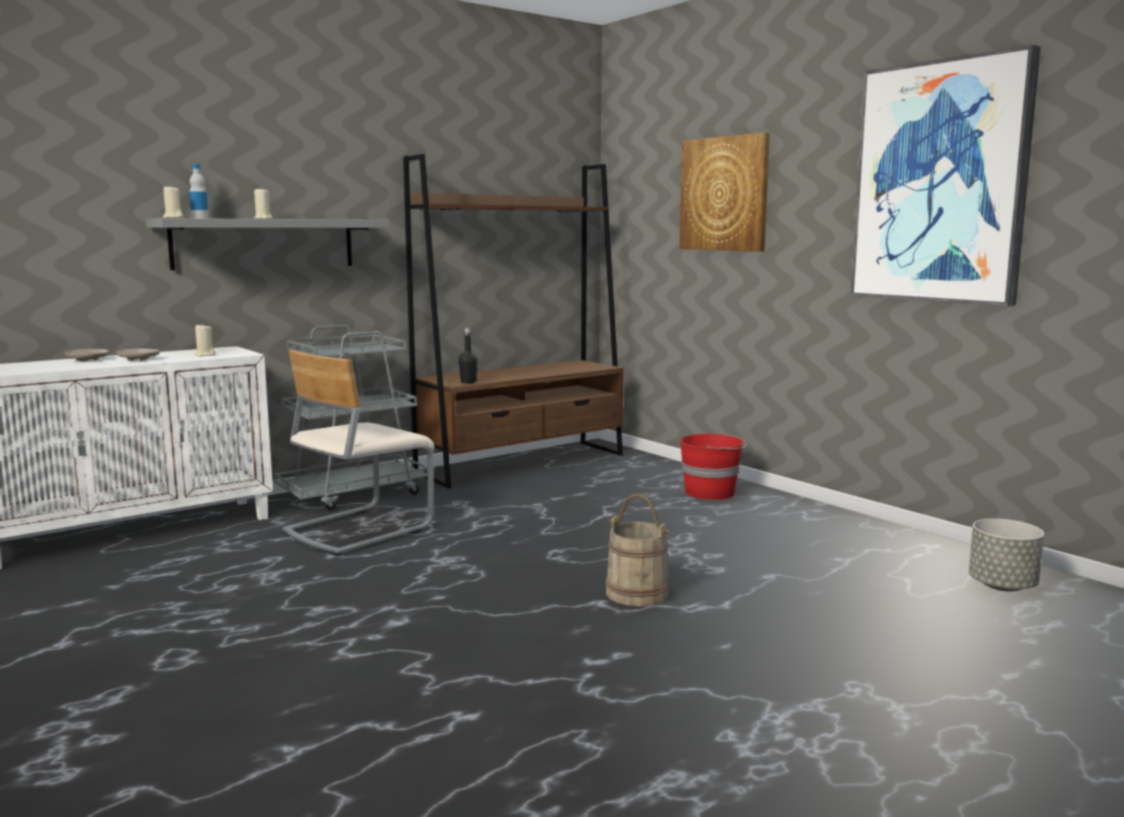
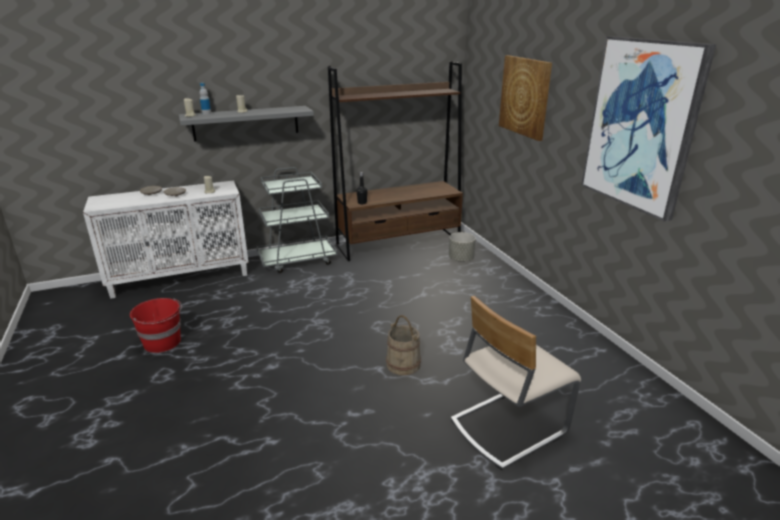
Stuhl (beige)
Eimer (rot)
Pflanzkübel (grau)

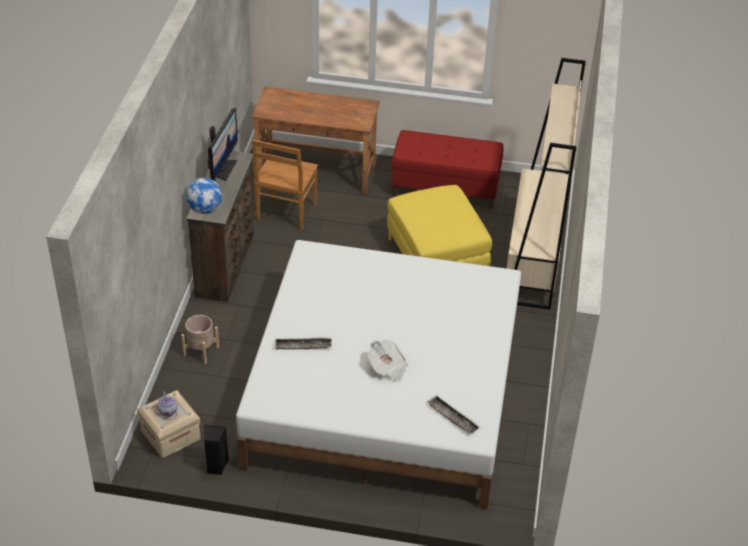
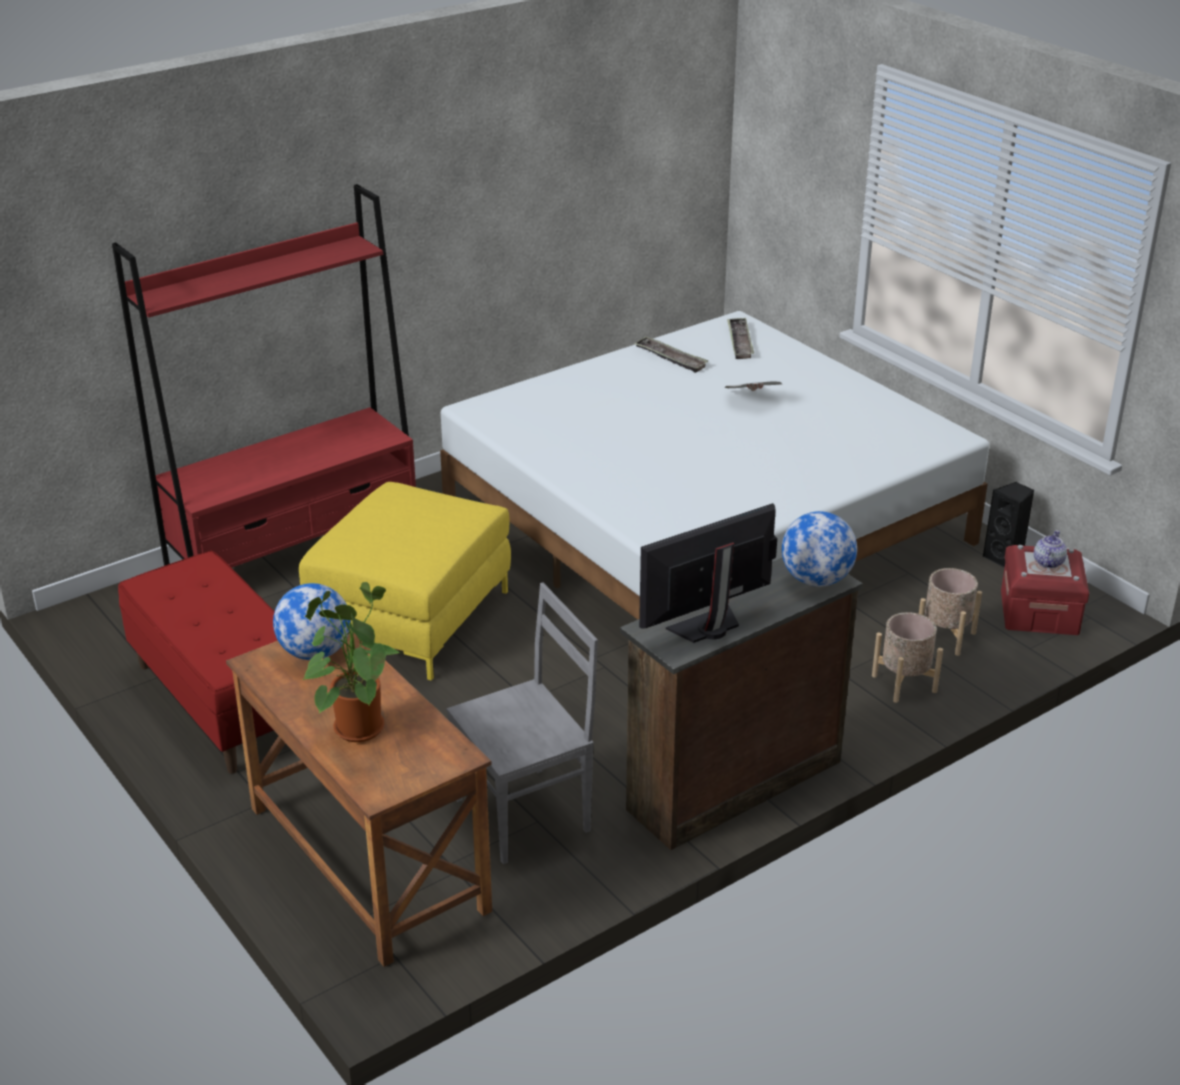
Bücherregal (rot)
Stuhl (grau)
Tablett (1st from left)
Aufbewahrungsbox (rot)
Pflanzkübel (beige) (2nd from left)
Topfpflanze
Globus (1st from left)

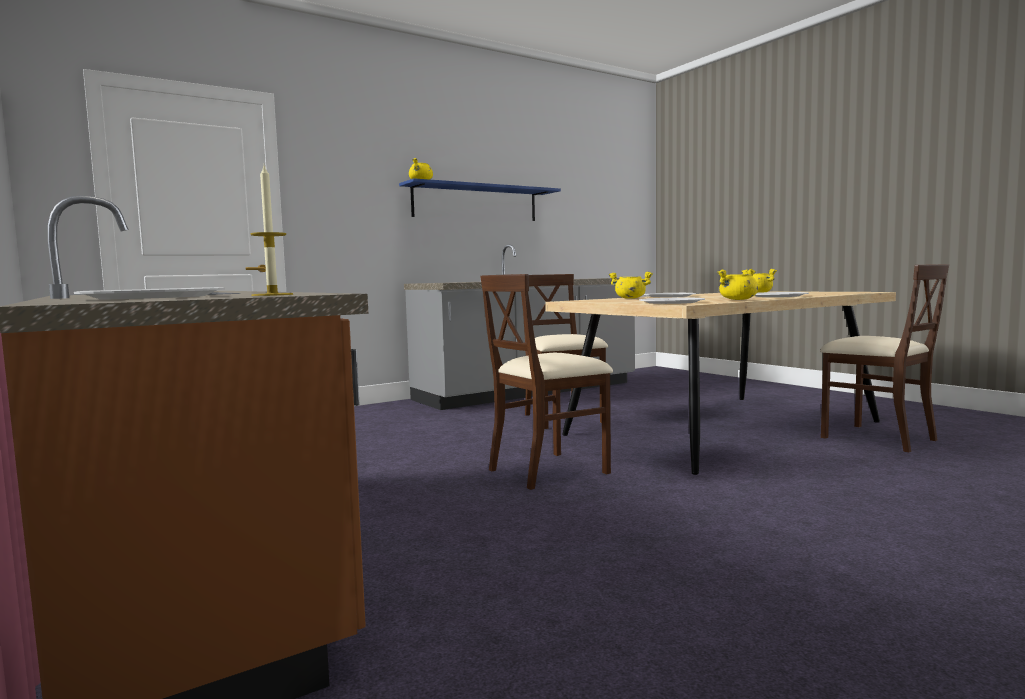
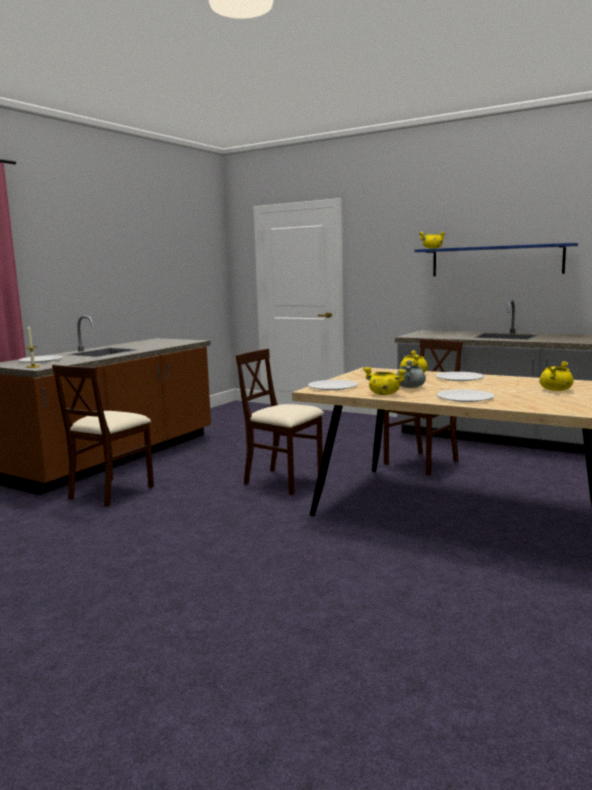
Stuhl (beige) (1st from left)
Kochtopf (grau)

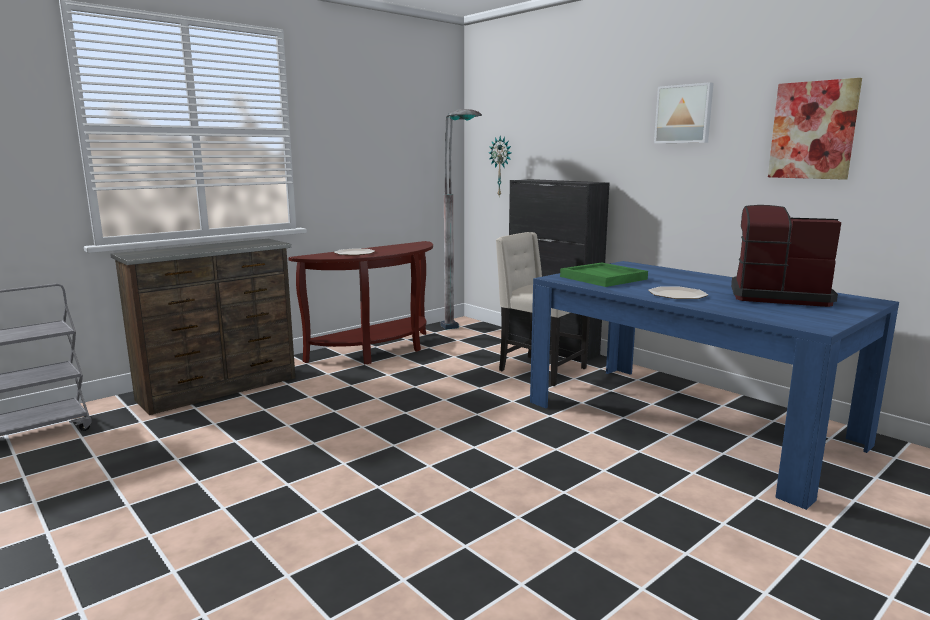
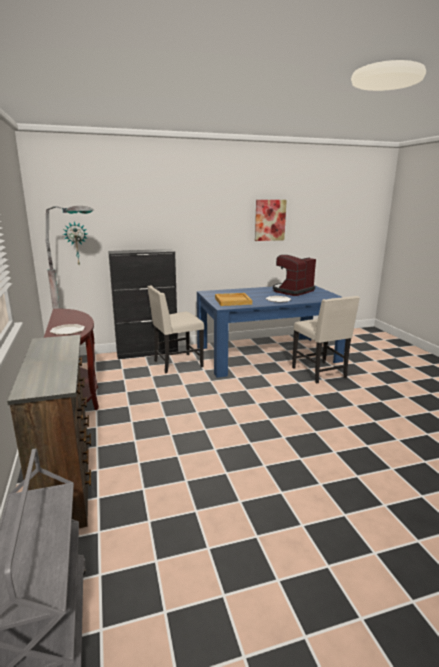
Bild (1st from left in the first image)
Tablett (beige)
Stuhl (beige) (2nd from left)

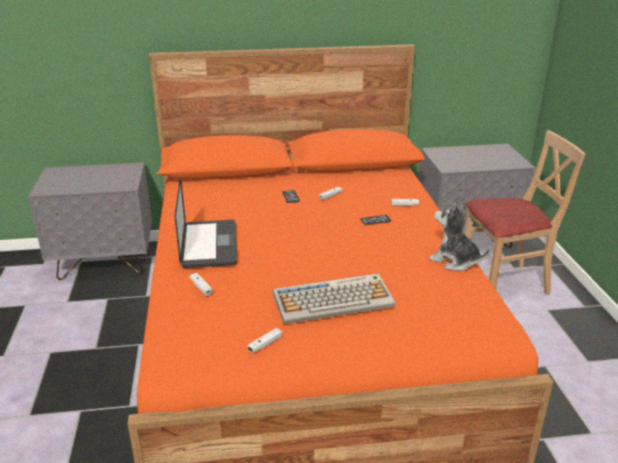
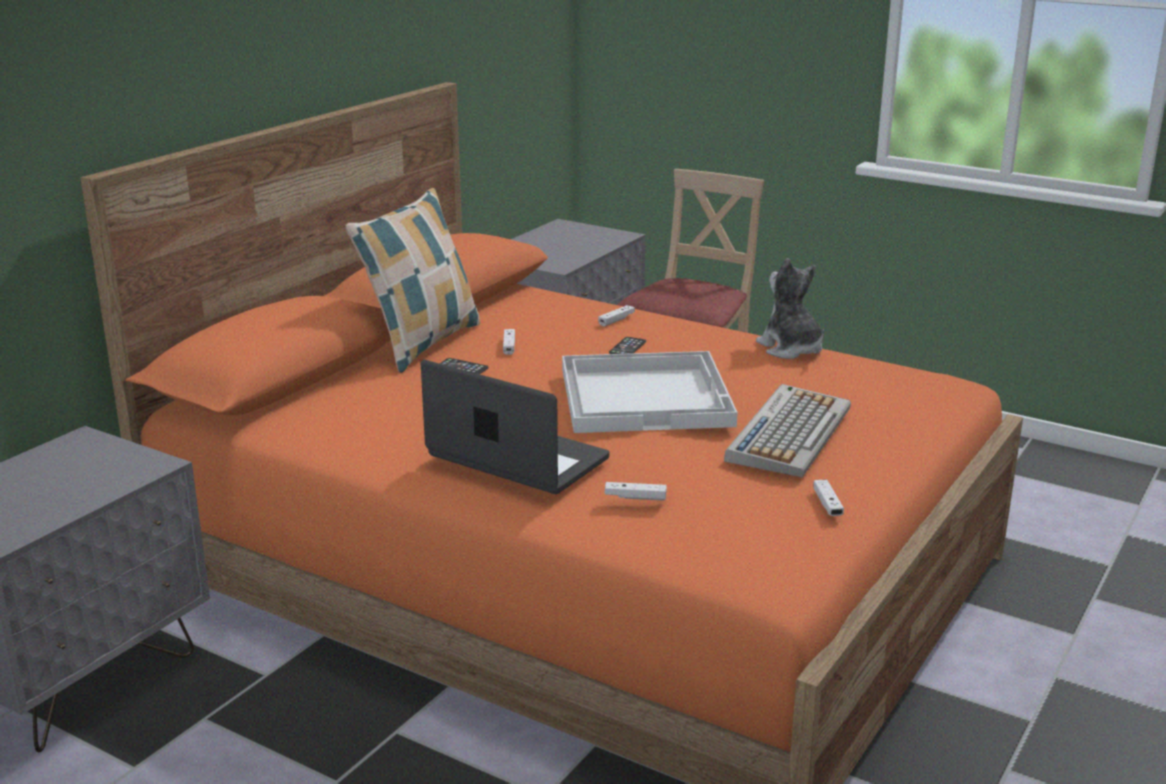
Plüschtier
Kissen
Tablett (weiß)

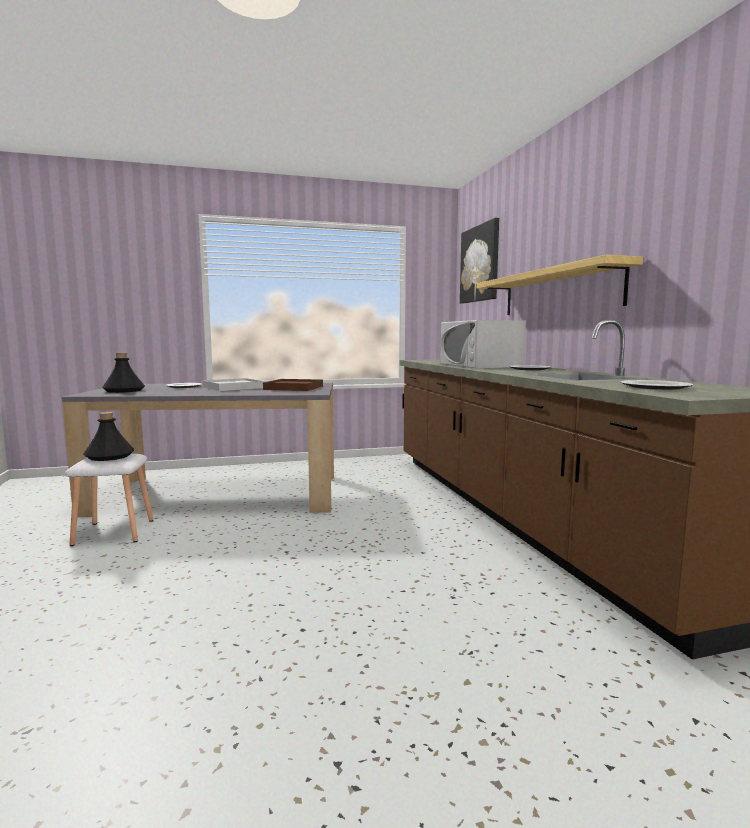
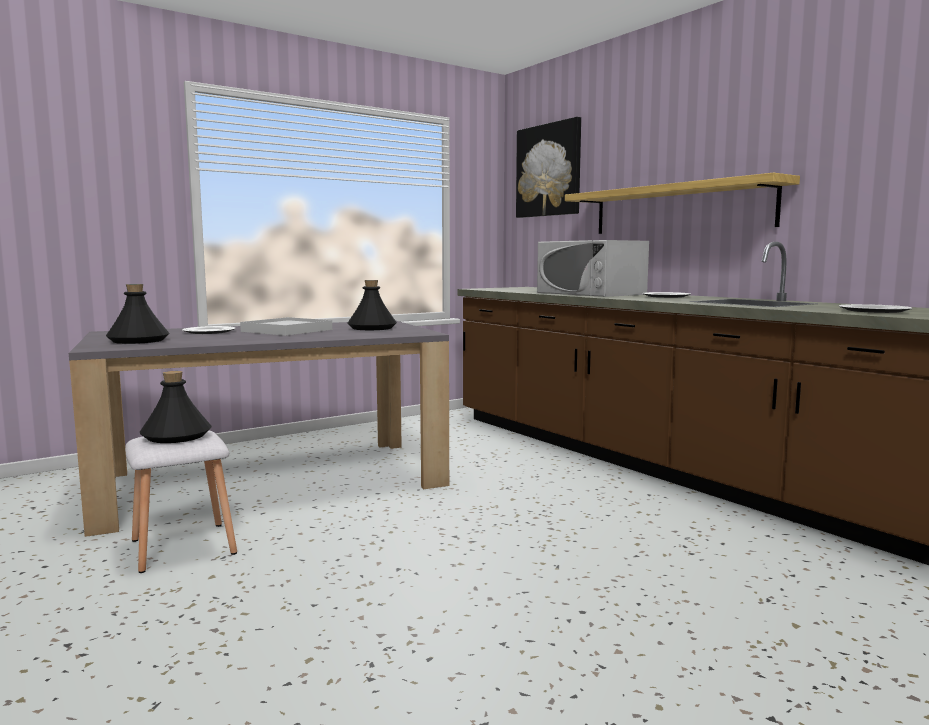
Flasche (schwarz) (3rd from left)

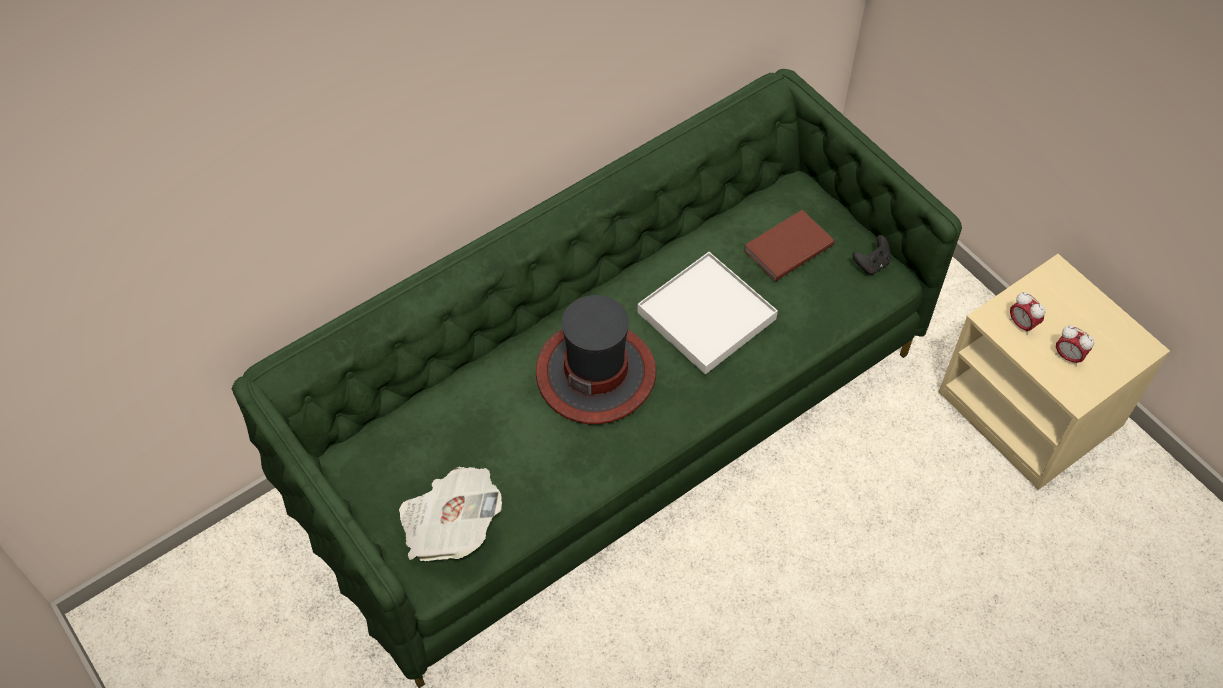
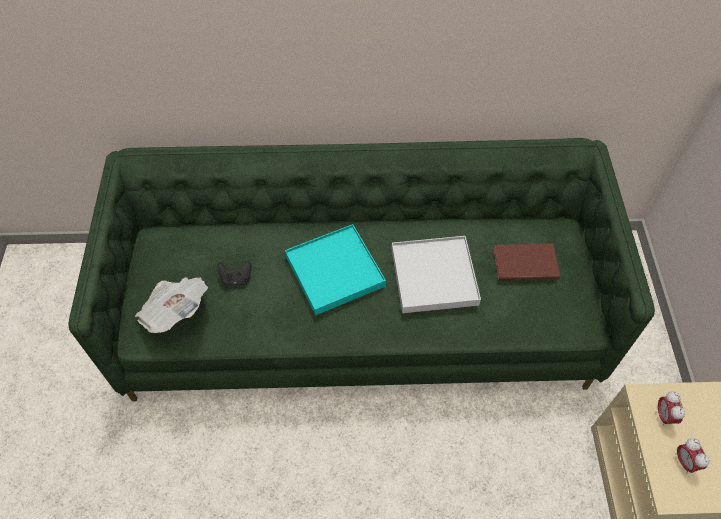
Gamepad (schwarz)
Tablett (türkis)

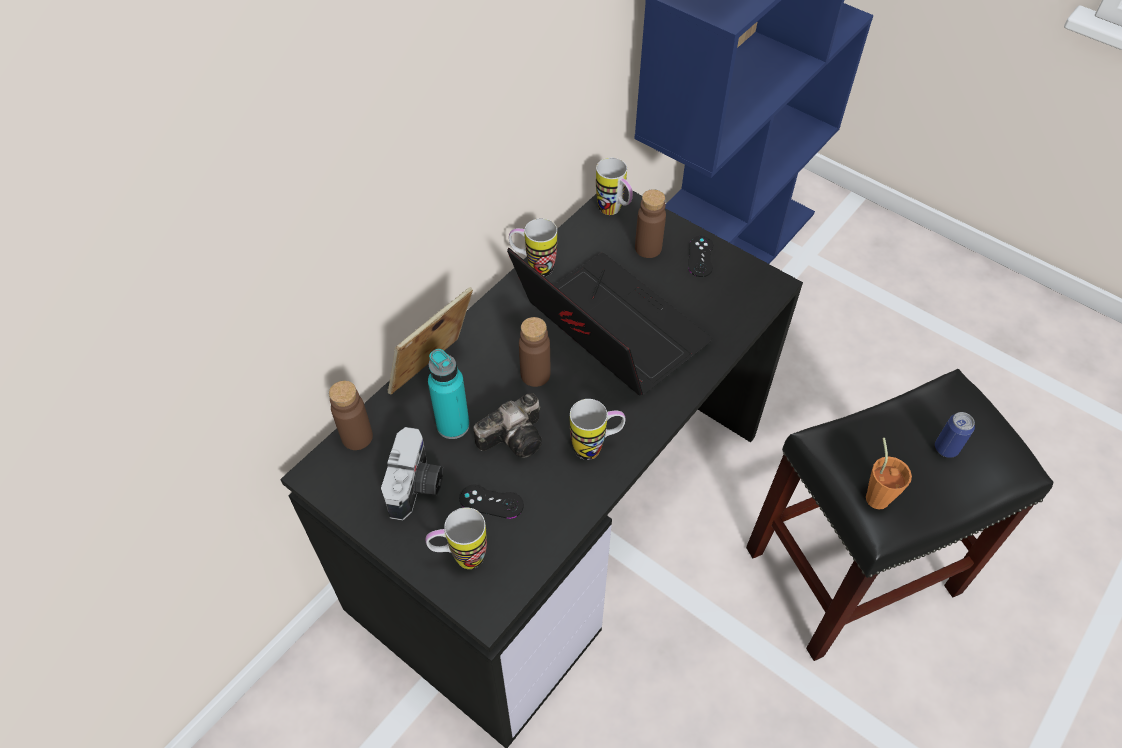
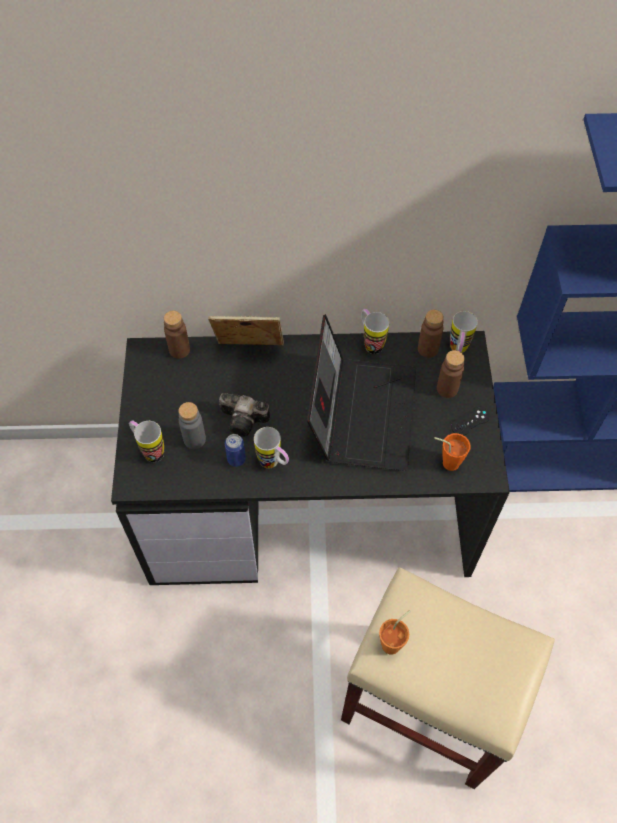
Flasche (braun) (2nd from left)
Flasche (türkis)
Hocker (beige)
Dose
Kamera (1st from left in the first image)
Flasche (grau)
Tasse (orange) (2nd from left)

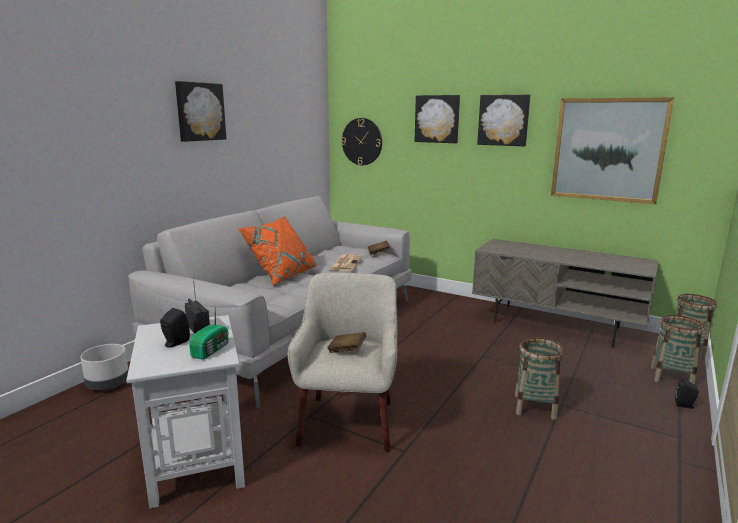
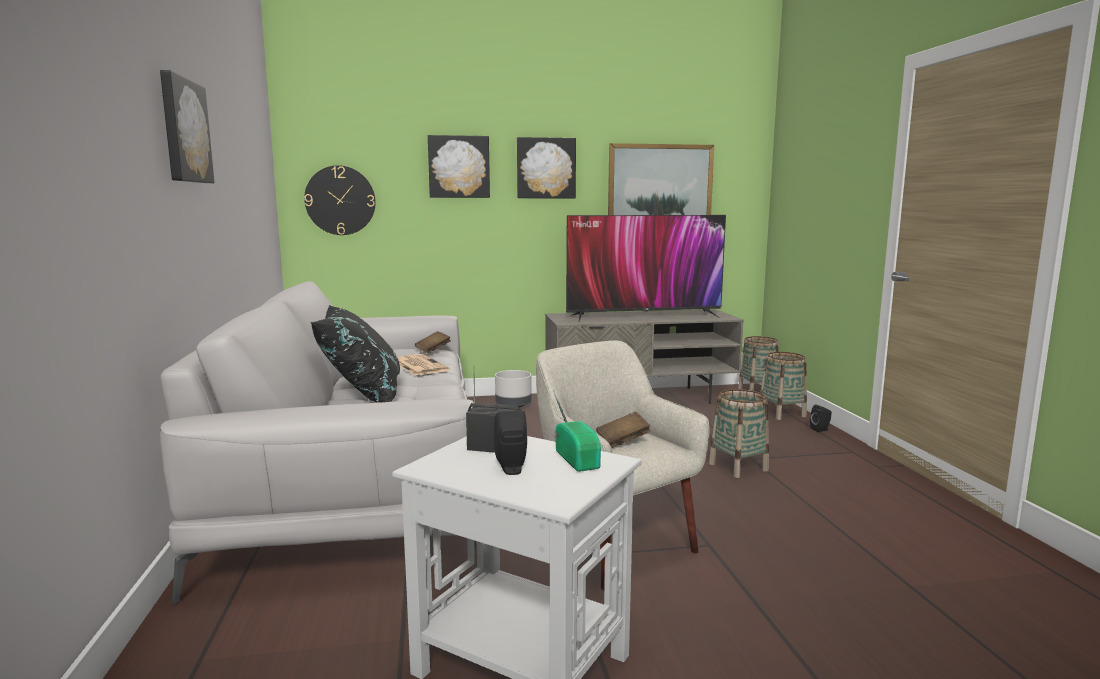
Kissen (schwarz)
Pflanzkübel (grau)
Fernseher

